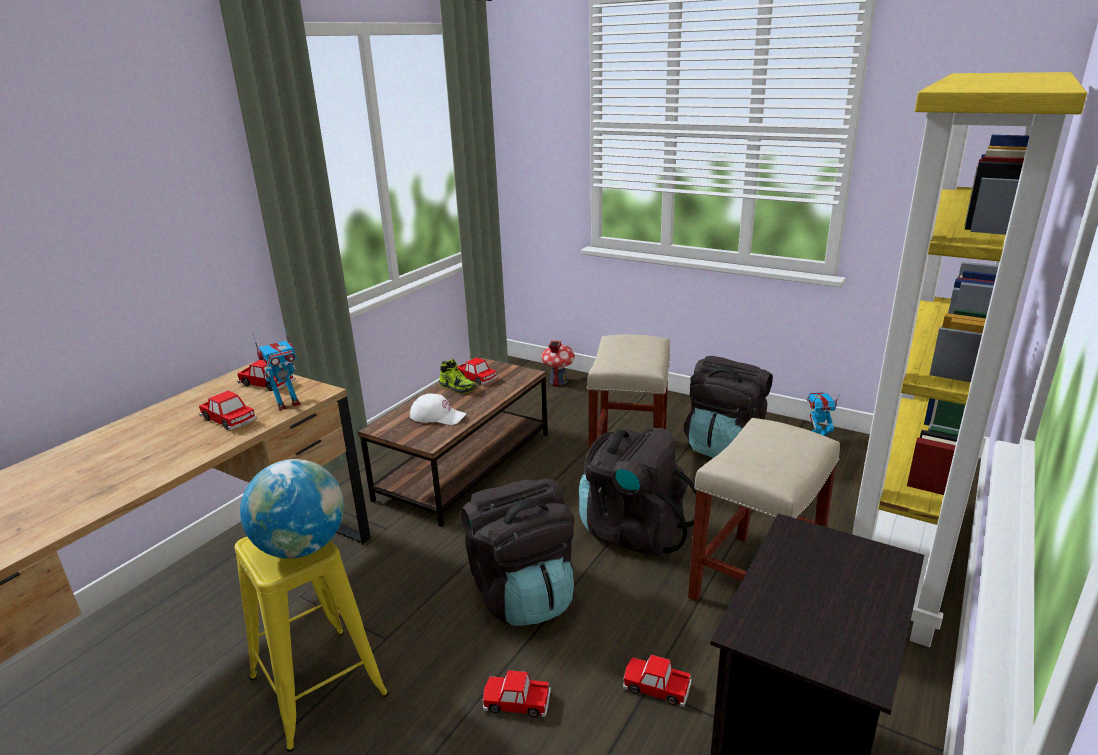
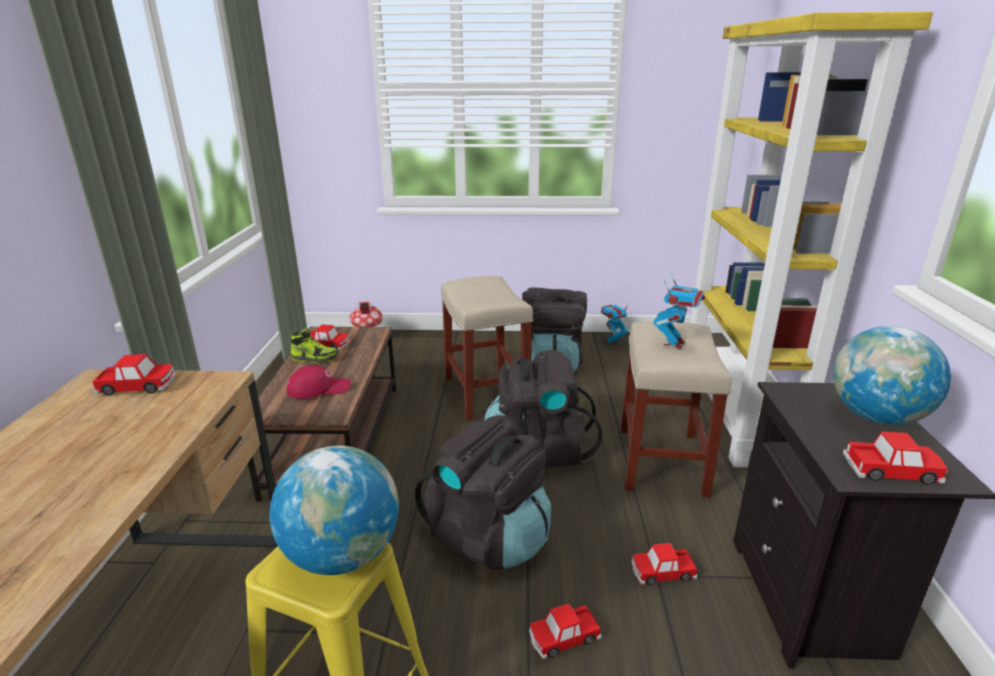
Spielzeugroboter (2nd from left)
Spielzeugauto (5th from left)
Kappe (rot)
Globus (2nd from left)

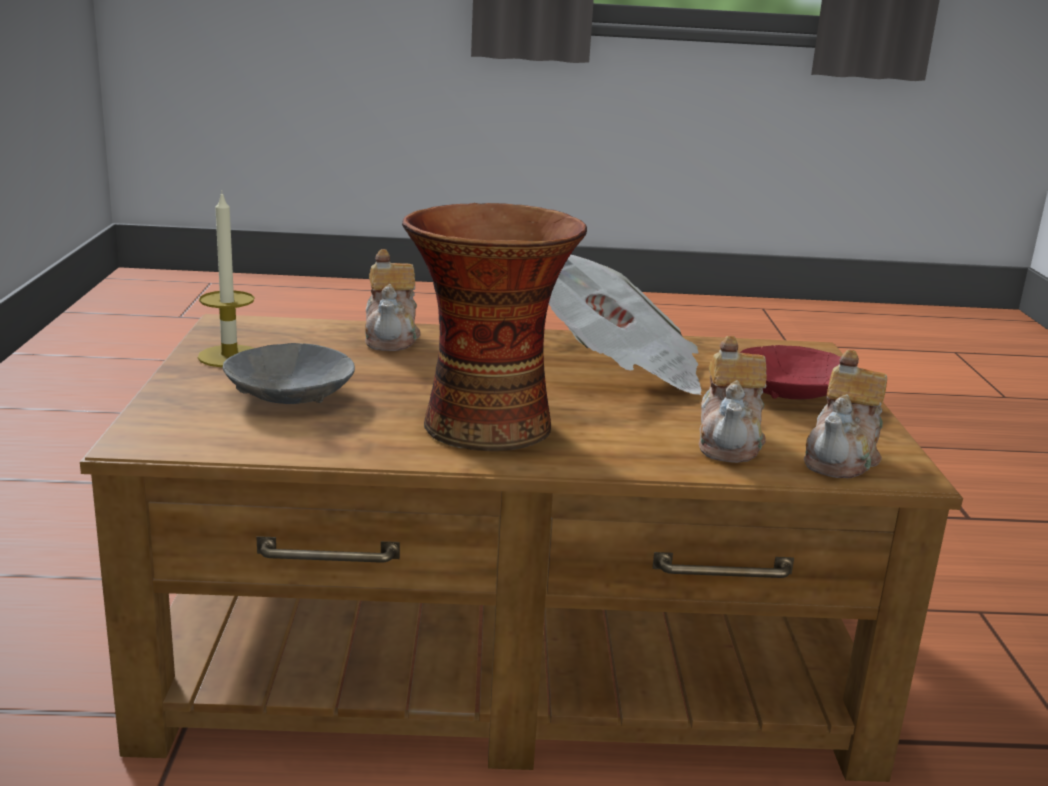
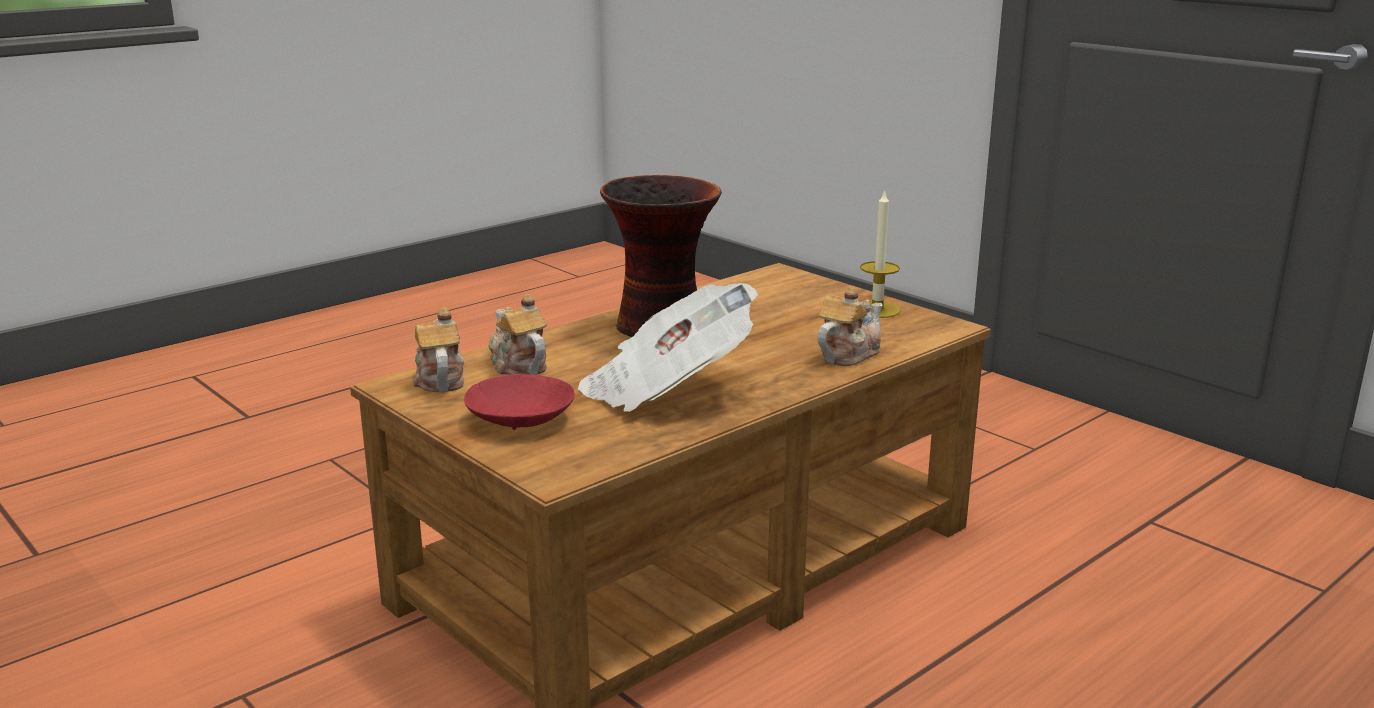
Teekanne (3rd from left)
Schüssel (grau)

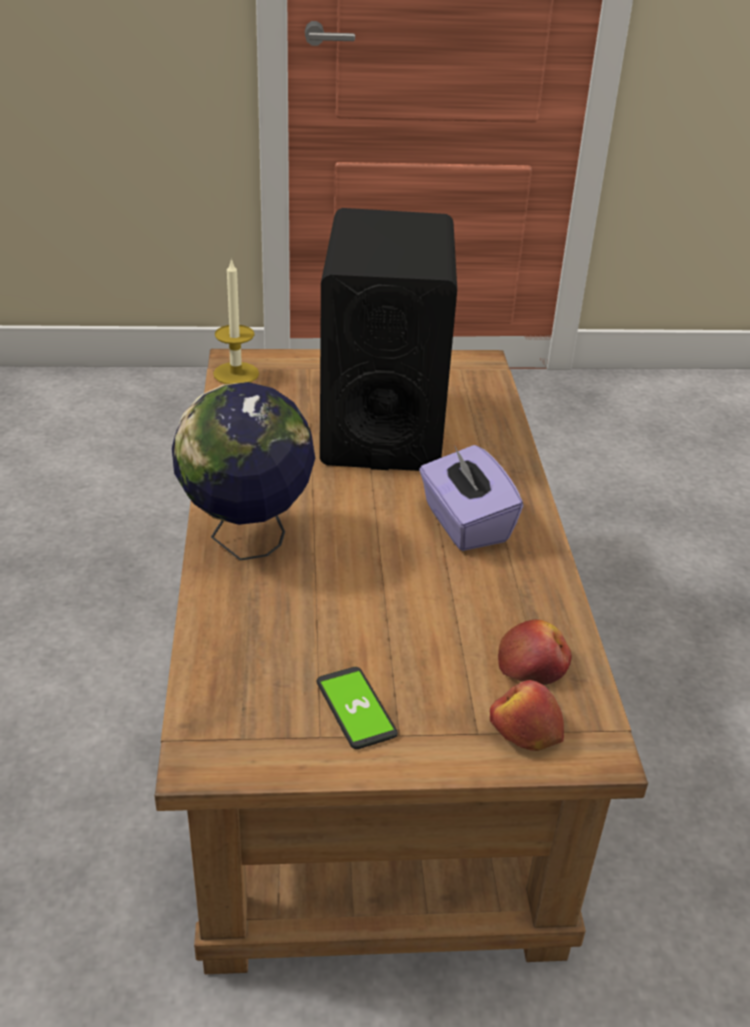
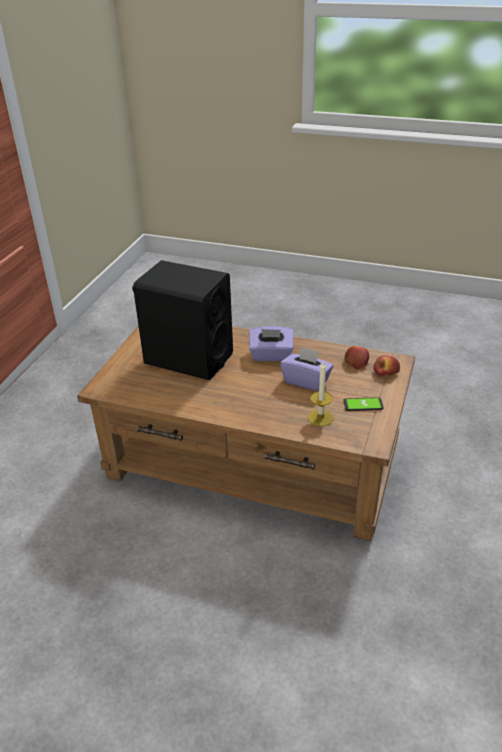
Kerze
Globus
Taschentuchbox (lila) (2nd from left)

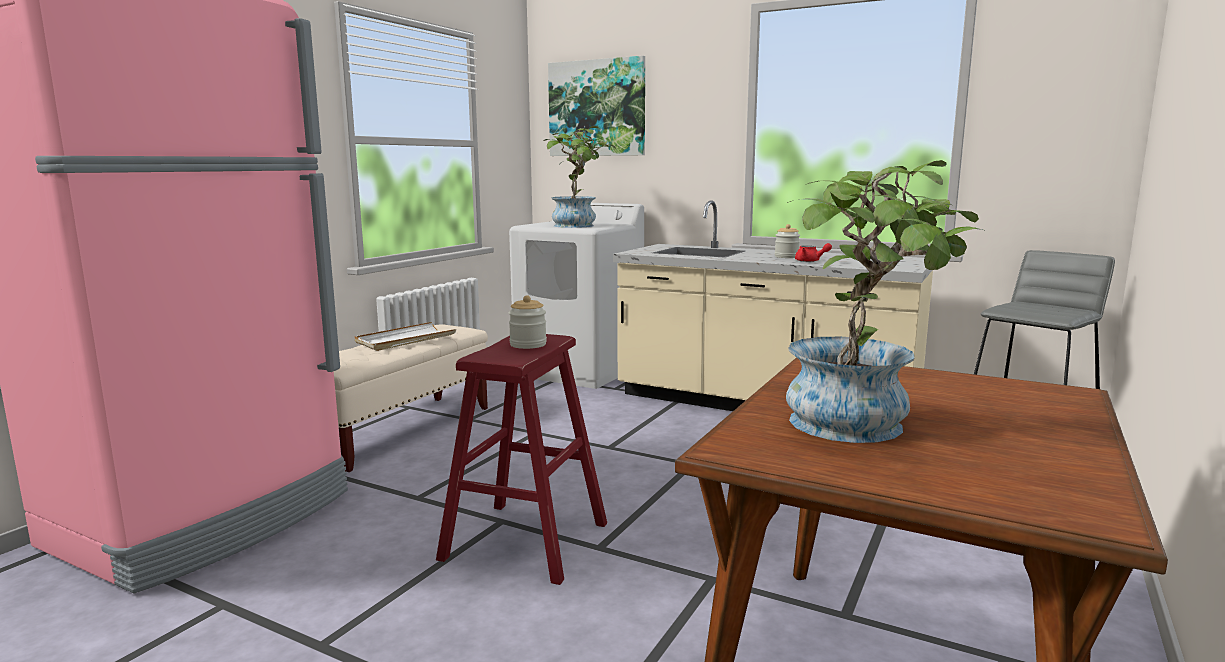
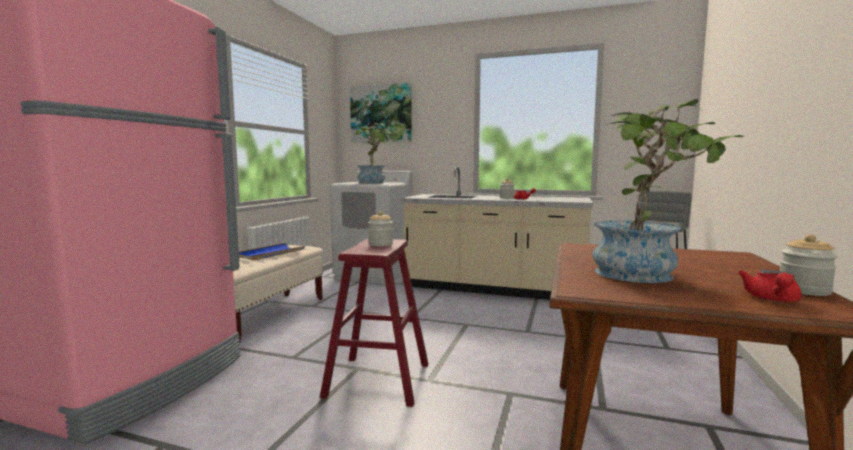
Tablett (blau)
Vorratsglas (3rd from left)
Teekanne (rot) (2nd from left)

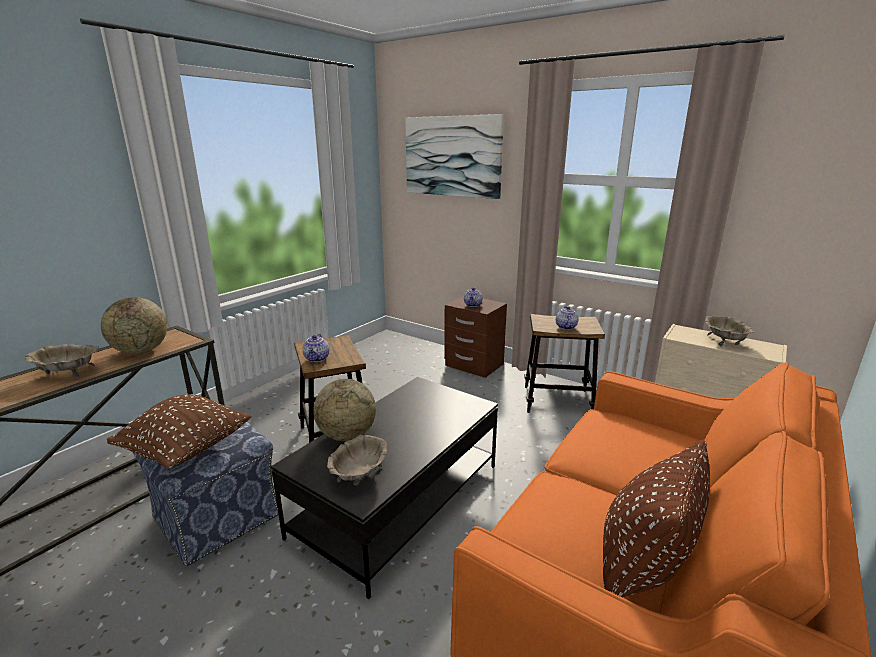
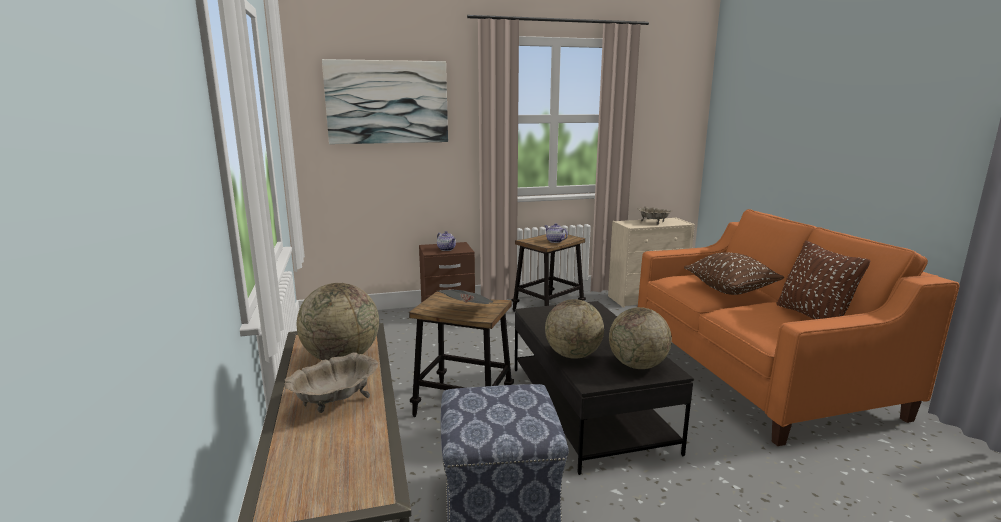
Zeitung
Kissen (braun) (1st from left)
Globus (3rd from left)

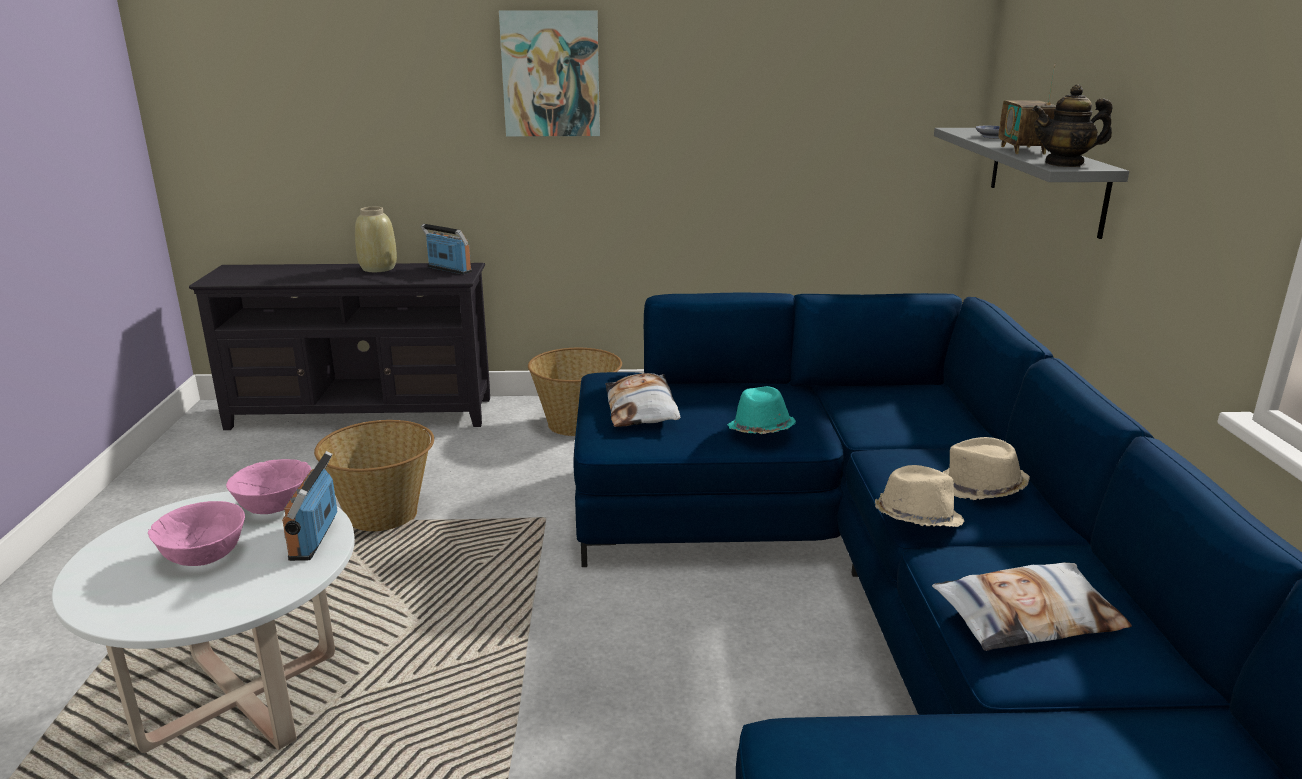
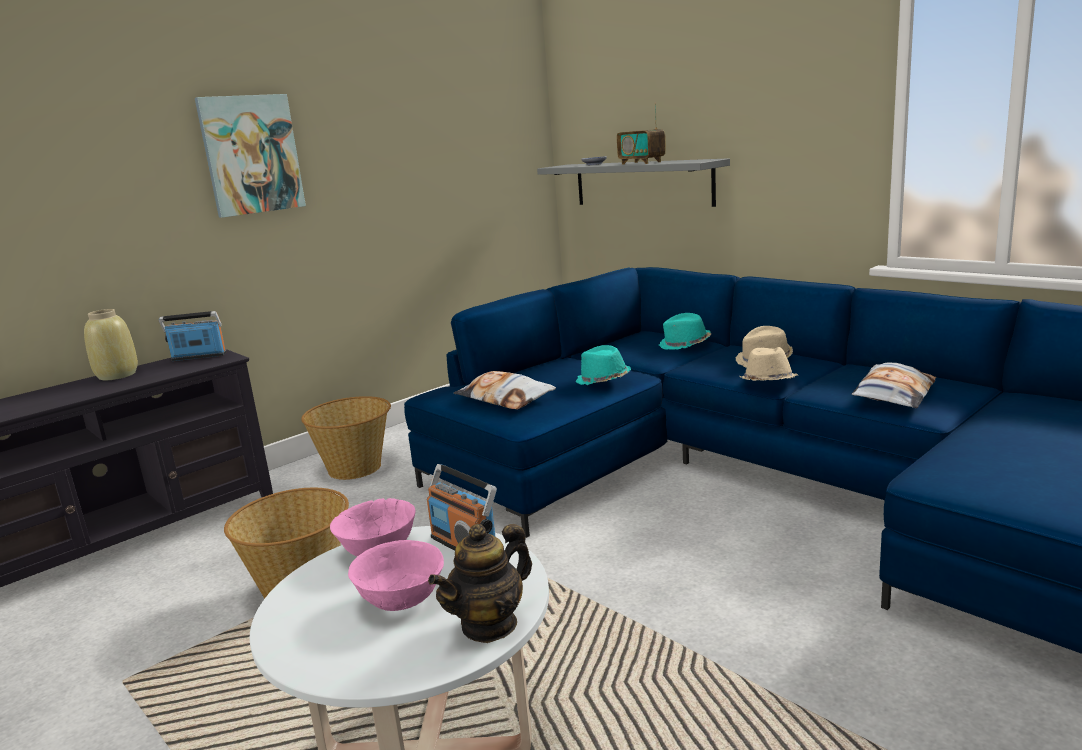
Teekanne
Hut (türkis) (2nd from left)

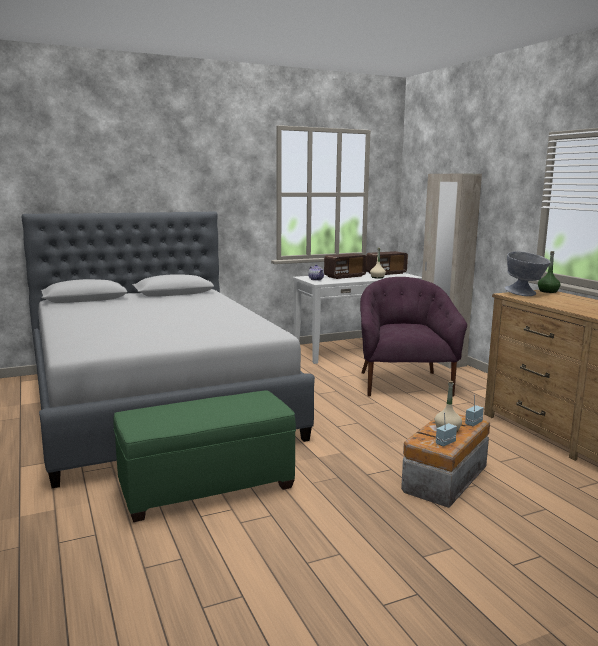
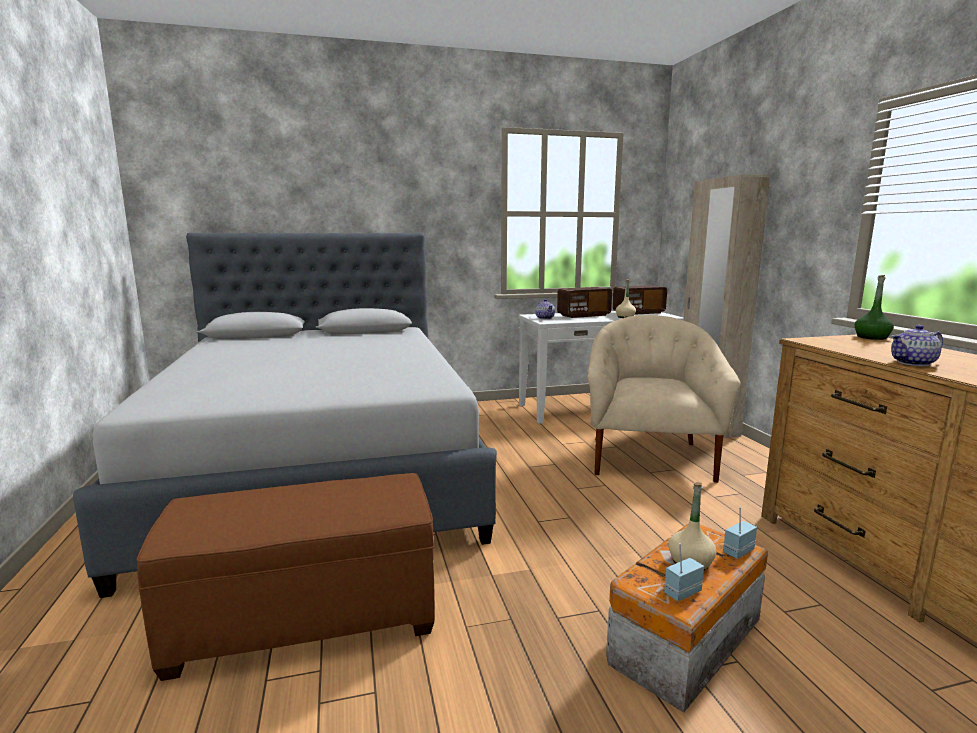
Schüssel (grau)
Sessel (beige)
Polsterhocker (braun)
Teekanne (2nd from left)

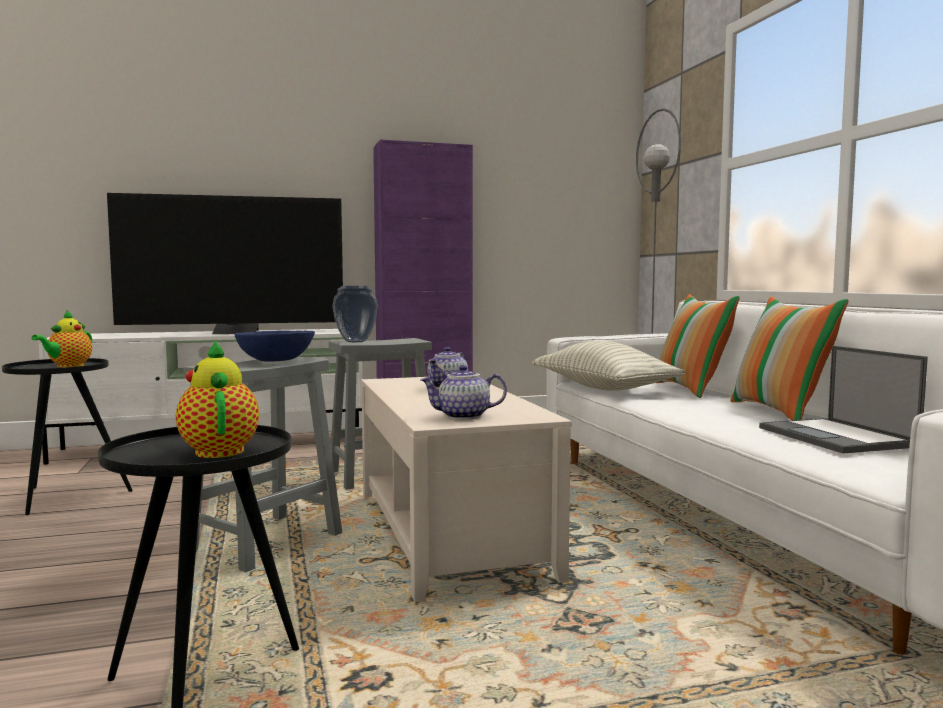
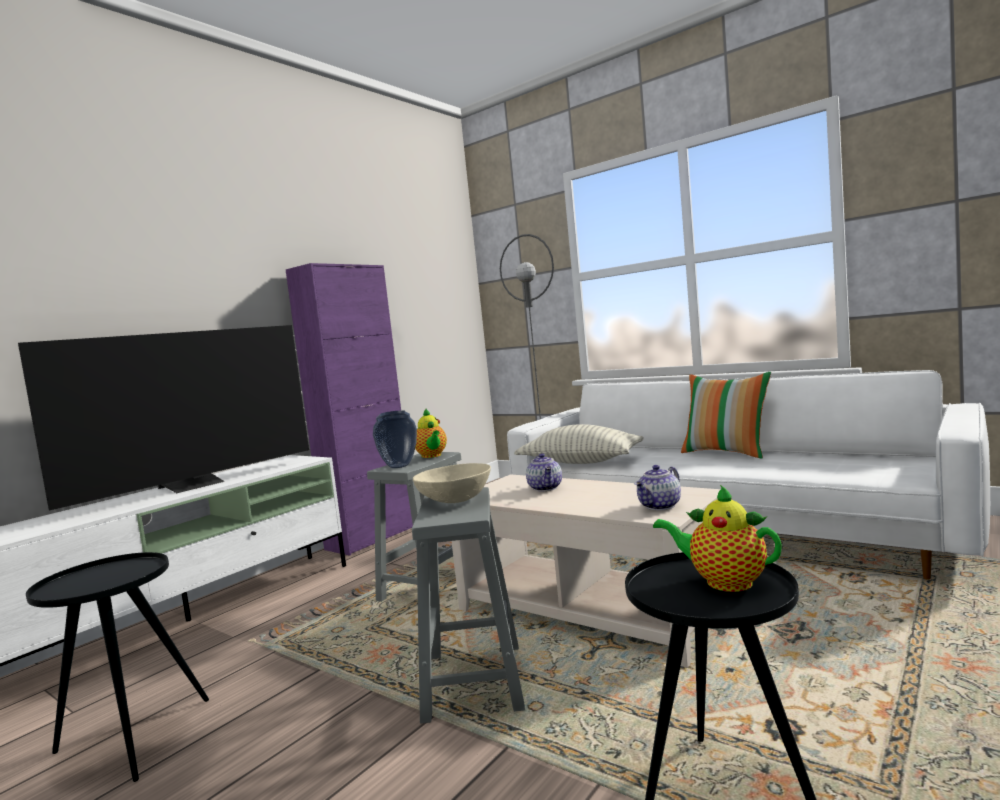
Kissen (2nd from left in the first image)
Teekanne (1st from left)
Schüssel (beige)
Laptop

